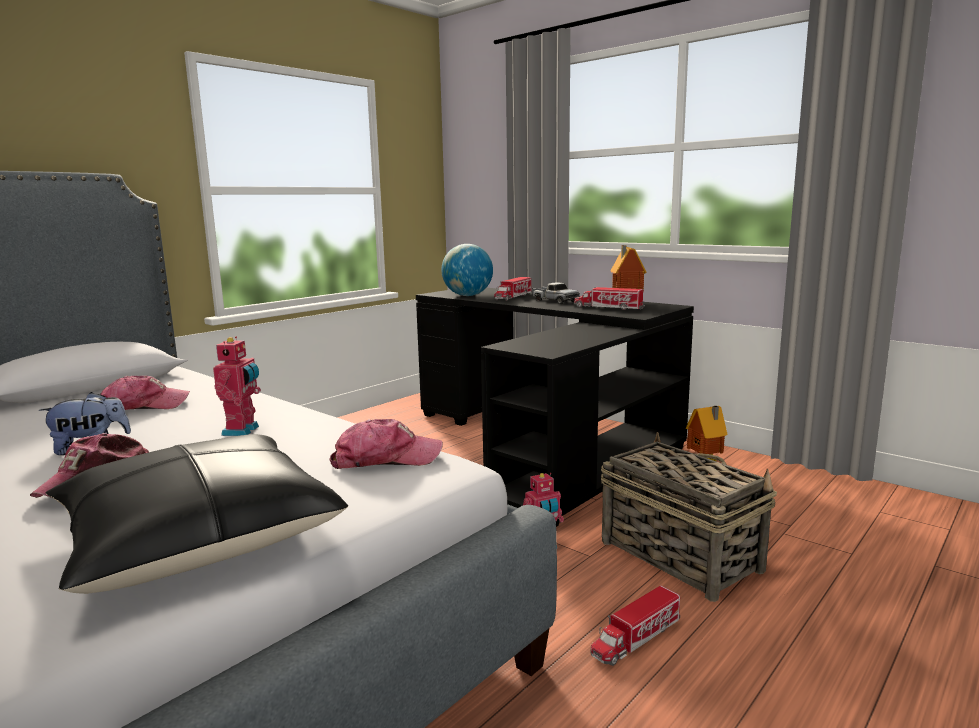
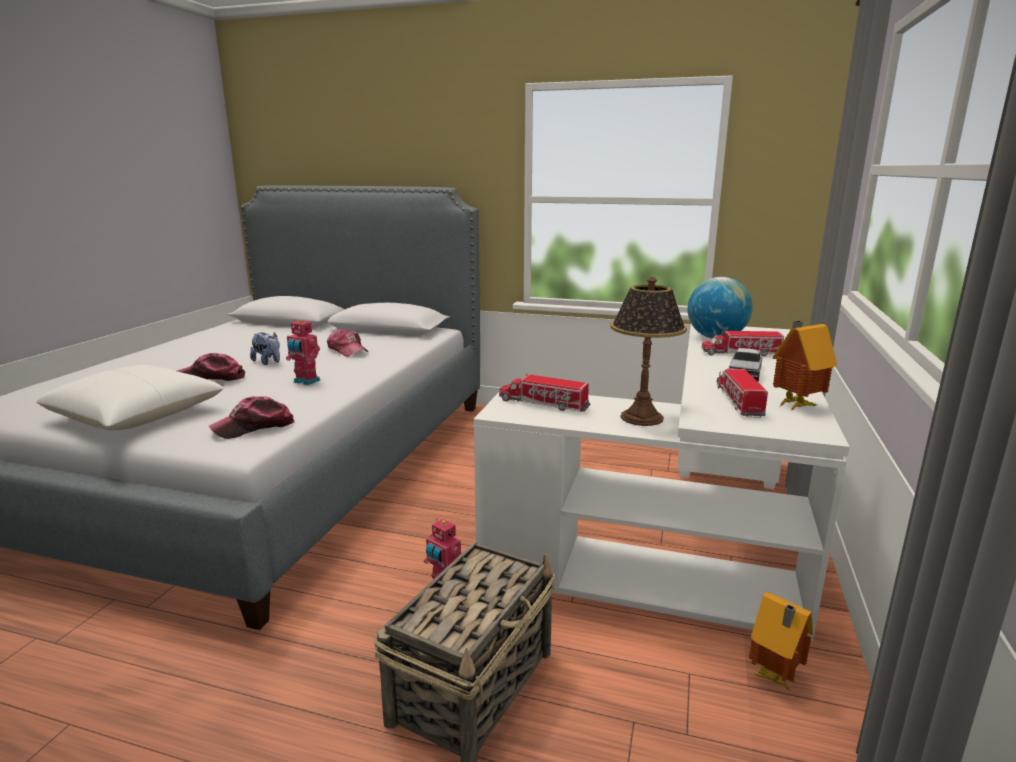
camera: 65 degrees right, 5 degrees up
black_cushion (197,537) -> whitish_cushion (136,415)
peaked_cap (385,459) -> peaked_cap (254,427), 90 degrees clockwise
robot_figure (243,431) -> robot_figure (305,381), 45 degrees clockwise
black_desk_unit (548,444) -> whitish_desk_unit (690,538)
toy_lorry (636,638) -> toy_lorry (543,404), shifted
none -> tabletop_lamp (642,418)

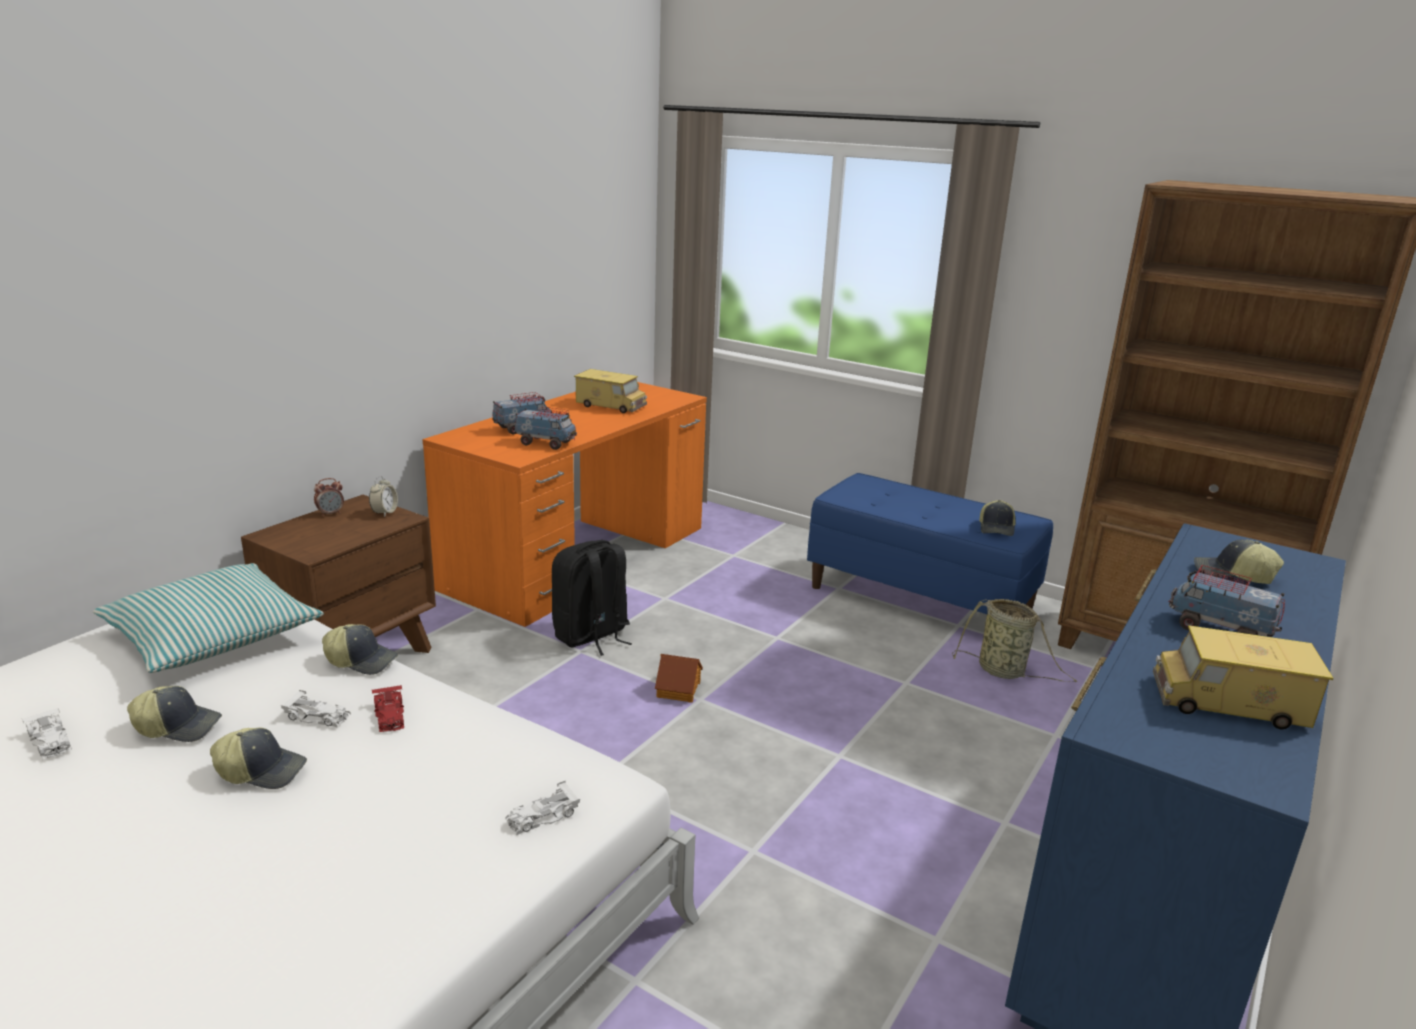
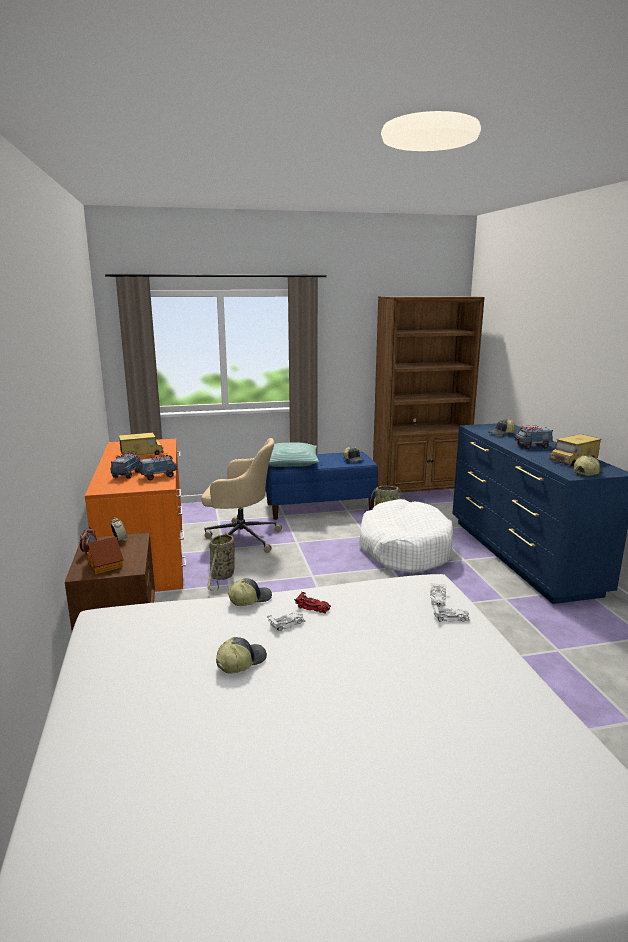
camera: 45 degrees left, 5 degrees down
miniature_house (679,689) -> miniature_house (105,565), shifted
none -> beige_desk_chair (240,538)
black_rucksack (591,636) -> basket (222,577)
cushion (211,635) -> cushion (290,463), shifted
none -> whitish_dog_bed (404,549)
whitish_model_car (50,742) -> whitish_model_car (451,617), shifted
peaked_cap (262,771) -> peaked_cap (587,472), shifted

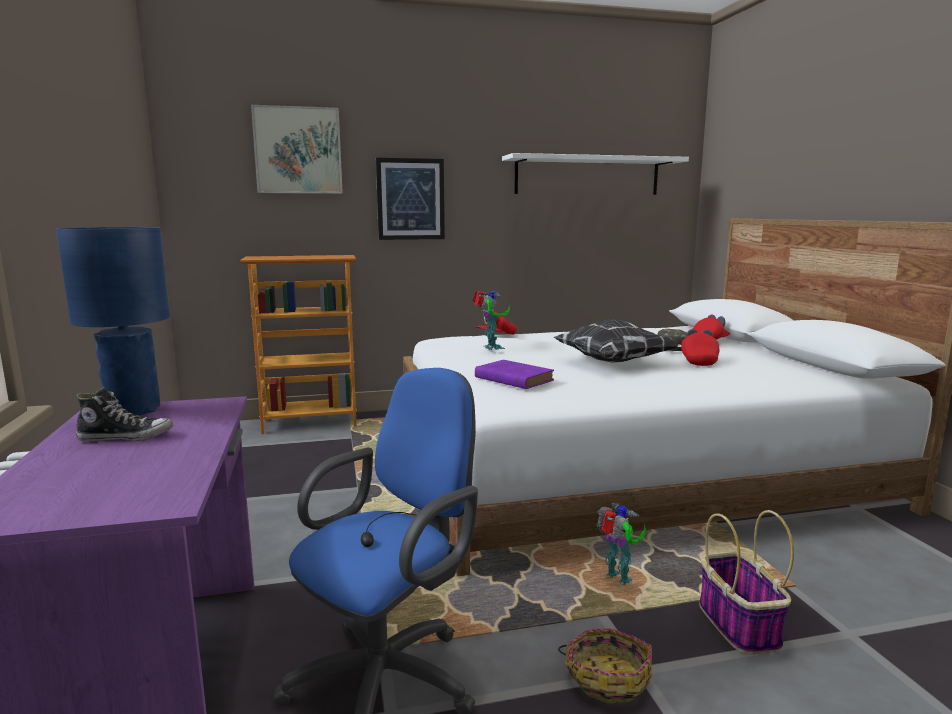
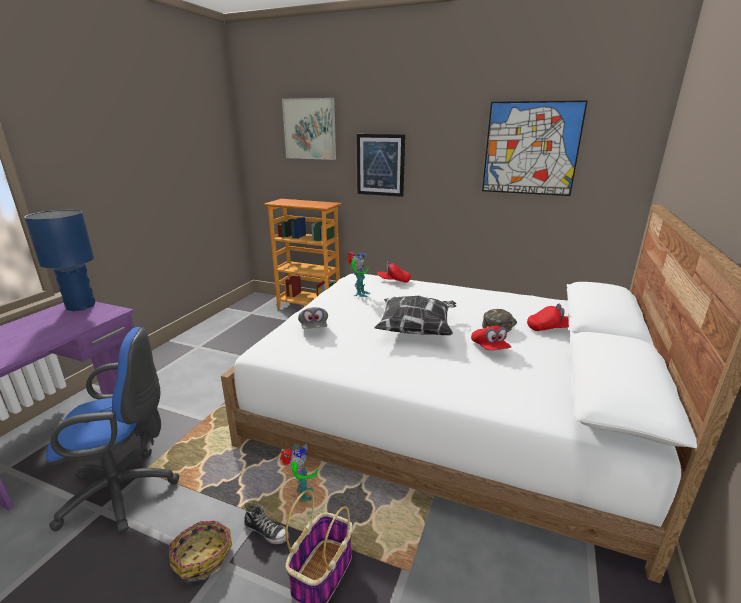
camera: 35 degrees right, 10 degrees up
item_of_footwear (126,437) -> item_of_footwear (267,531), shifted
purple_volume (512,378) -> greyish_peaked_cap (314,328)
red_peaked_cap (698,360) -> red_peaked_cap (489,348), 120 degrees clockwise
whitish_shelf (587,176) -> wall_picture (531,149)

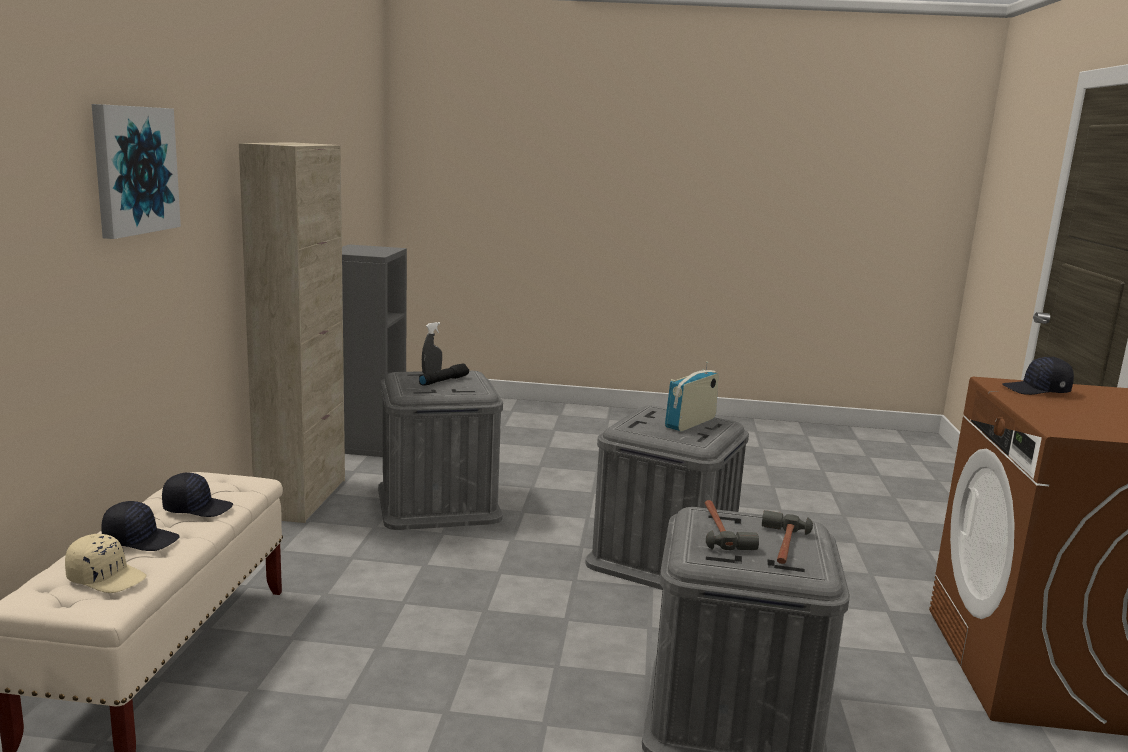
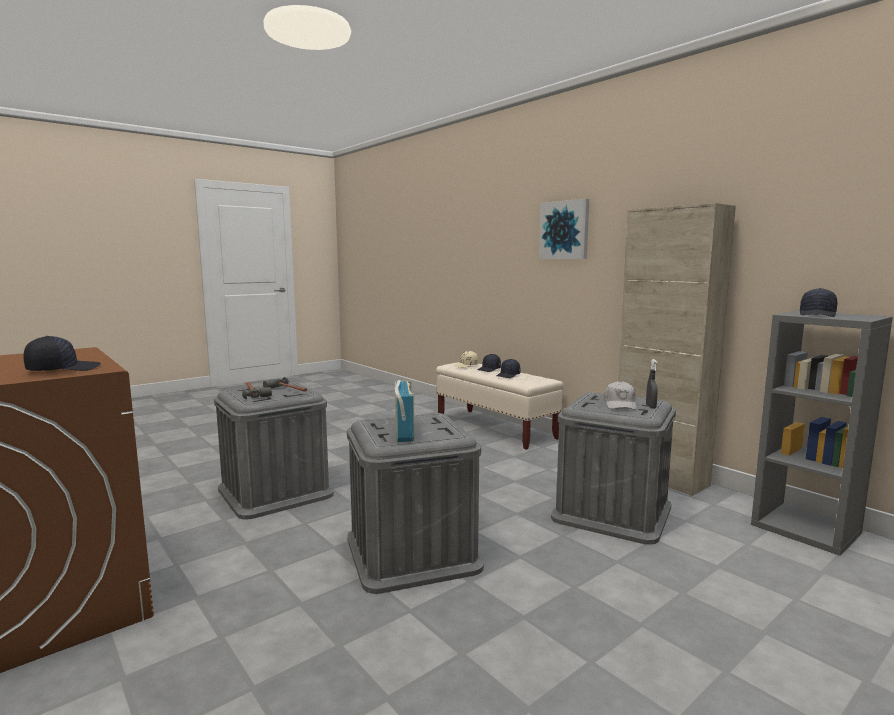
camera: 135 degrees right, 5 degrees down
black_flashlight (443,381) -> whitish_peaked_cap (620,404)
none -> black_peaked_cap (818,314)

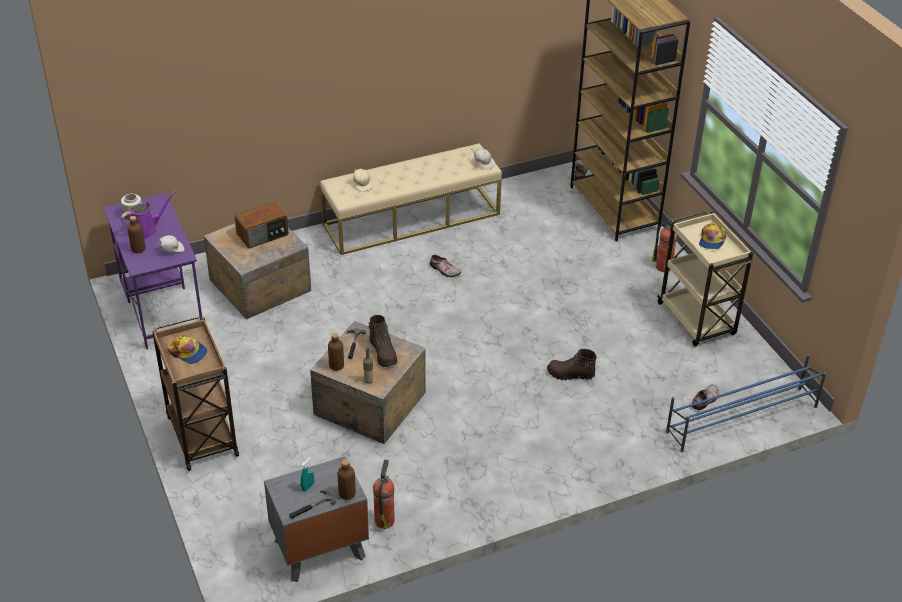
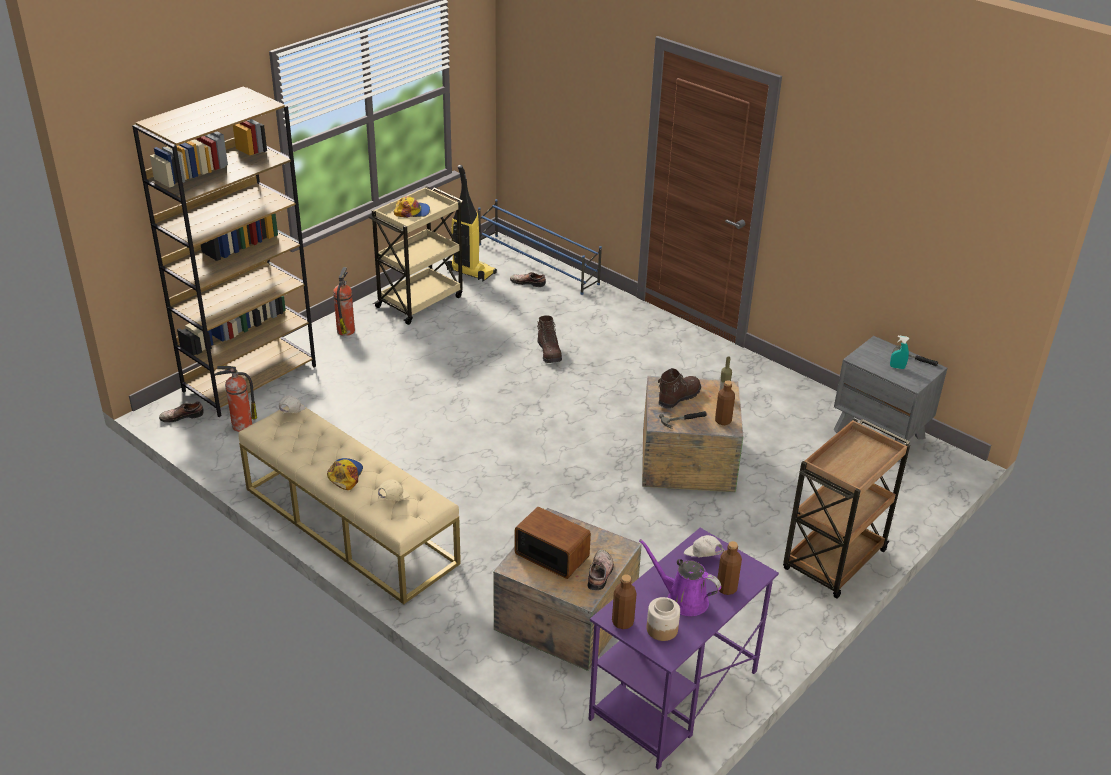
camera: 115 degrees left, 5 degrees down
extinguisher (384,519) -> extinguisher (241,426), shifted
peaked_cap (188,352) -> peaked_cap (345,475), shifted
none -> vacuum_cleaner (470,272)
item_of_footwear (444,270) -> item_of_footwear (601,574), shifted
brown_bottle (347,494) -> brown_bottle (622,622), shifted

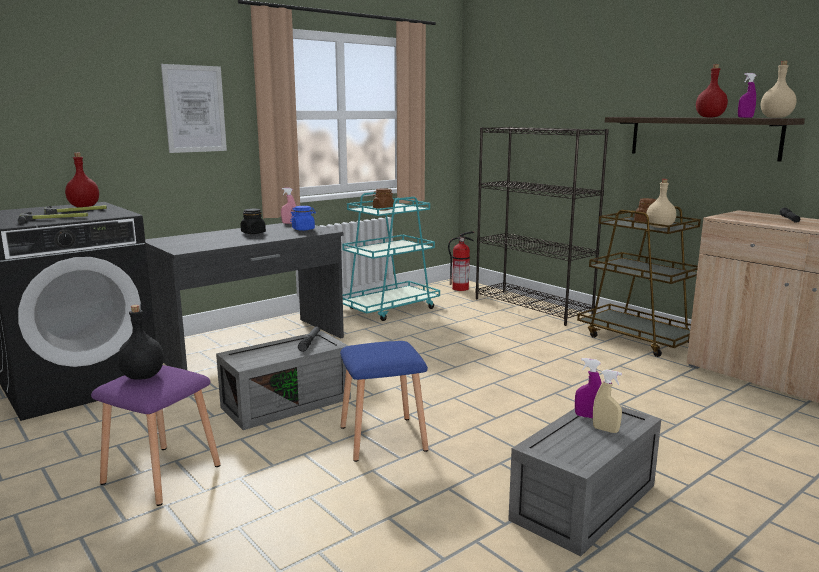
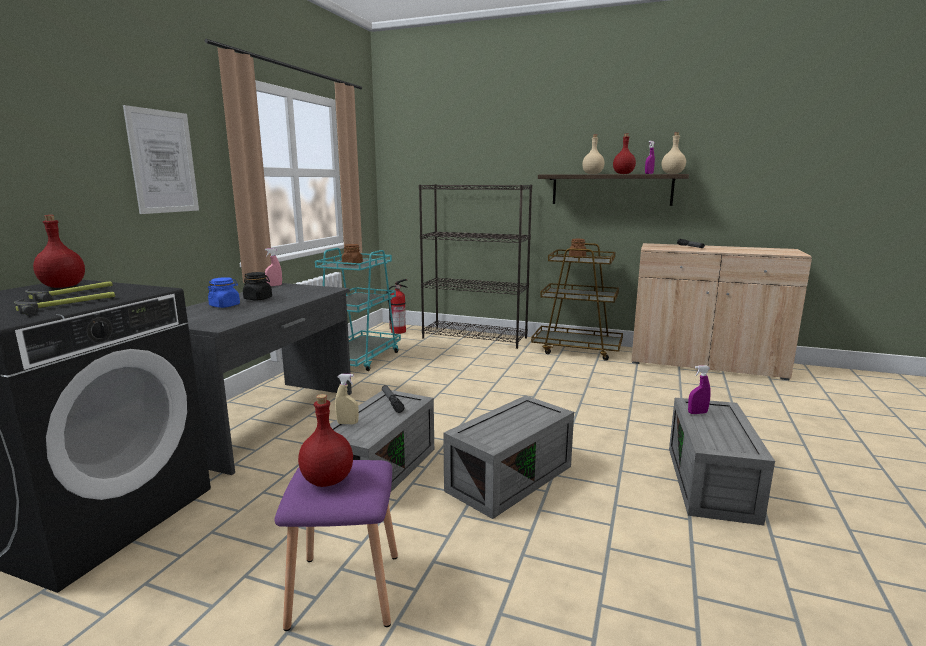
camera: 30 degrees left, 0 degrees up
bluish_jar (303,229) -> bluish_jar (225,306), shifted
black_bottle (142,377) -> red_bottle (327,481)
beige_spray_bottle (605,430) -> beige_spray_bottle (347,423), shifted
bluish_sitting_stool (384,438) -> greyish_storage_bin (509,477)
beige_bottle (660,227) -> beige_bottle (593,174), shifted

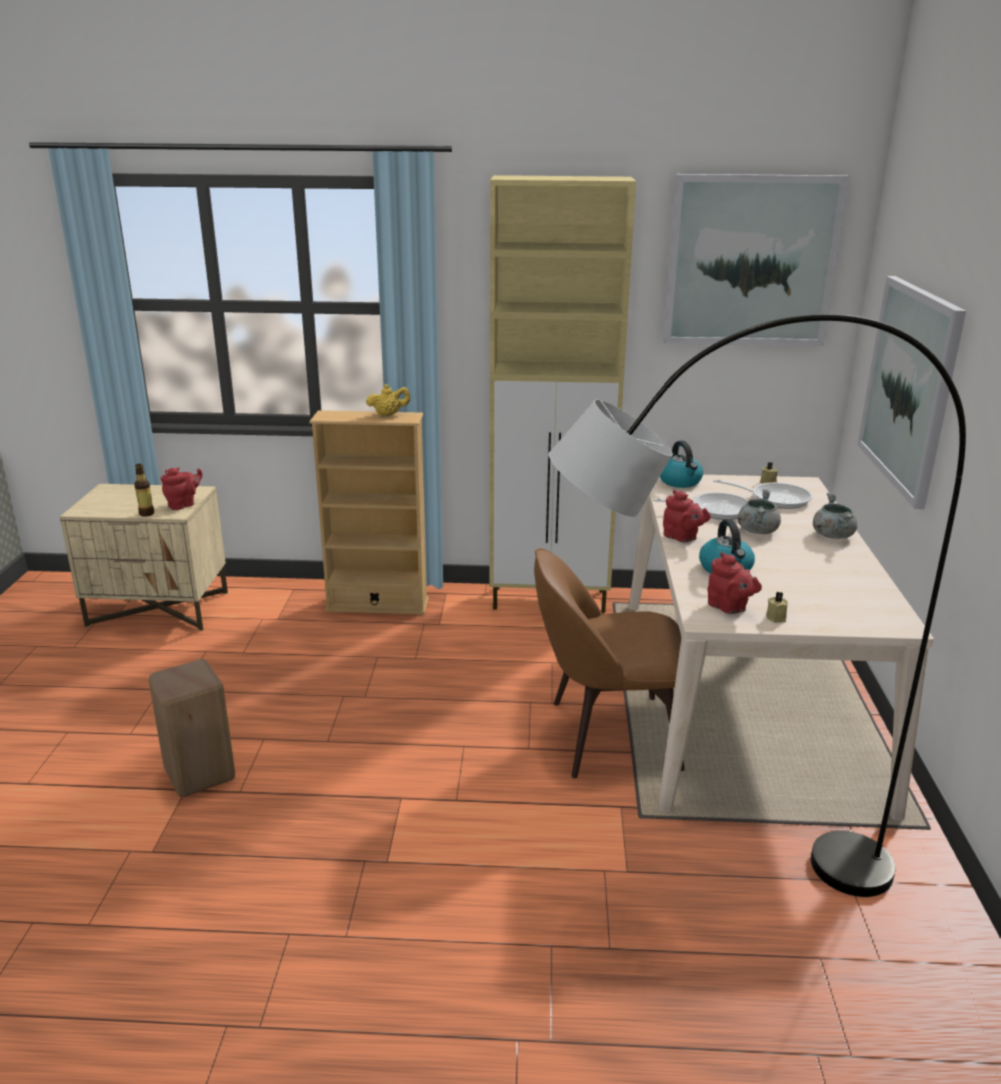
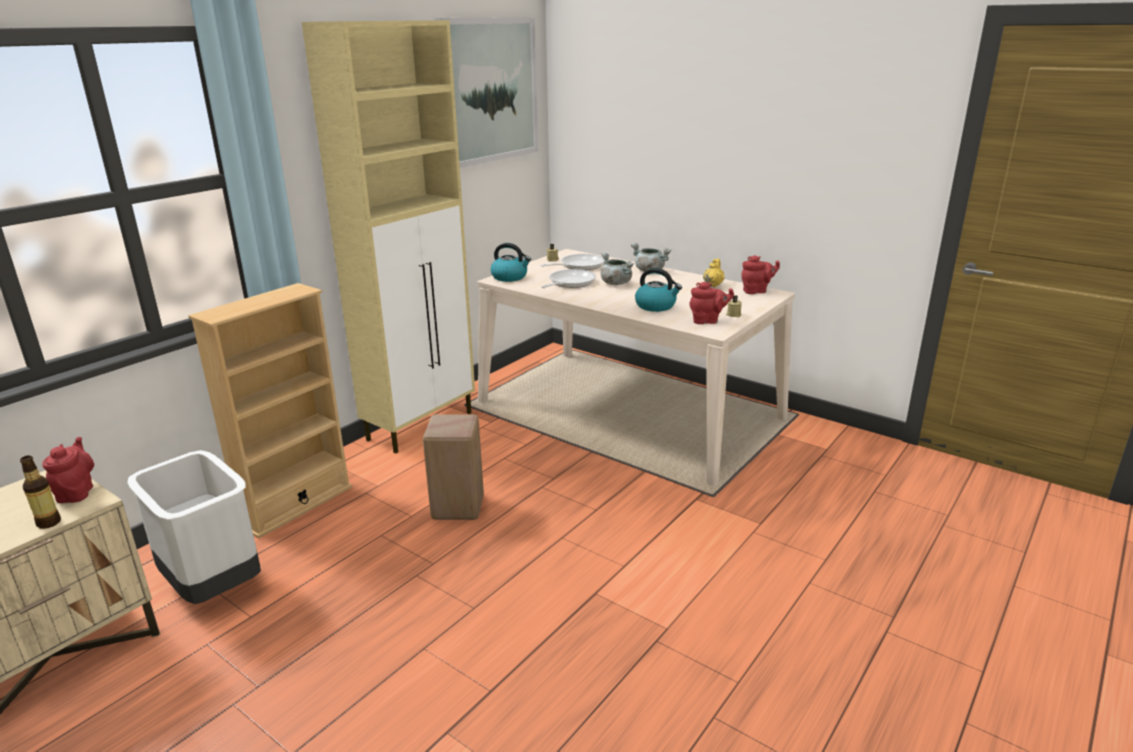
camera: 55 degrees left, 0 degrees up
none -> whitish_waste_bin (214,585)
beige_sitting_stool (201,773) -> beige_sitting_stool (456,507), shifted
yellow-coloured_pot_for_tea (388,414) -> yellow-coloured_pot_for_tea (713,285), shifted
red_pot_for_tea (682,538) -> red_pot_for_tea (756,291), shifted
brown_chair (608,735) -> none
greyish_floor_lamp (705,874) -> none
wall_picture (909,387) -> none

